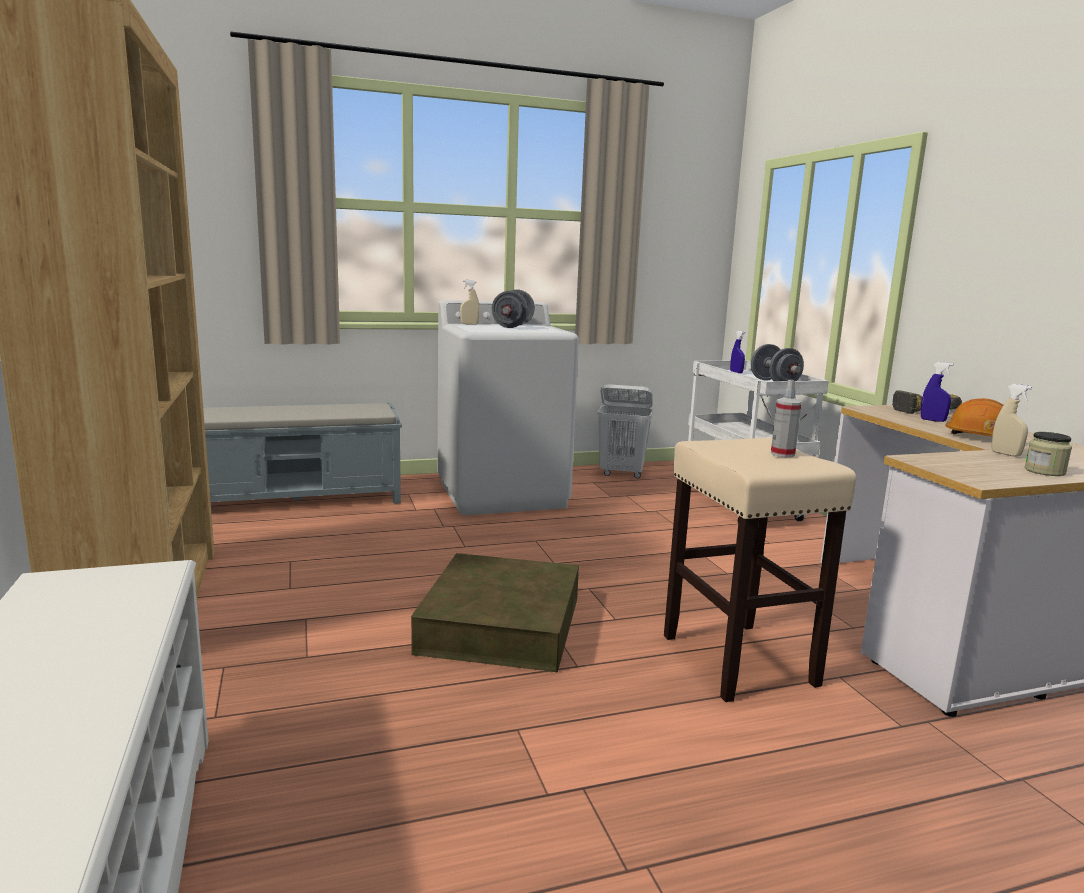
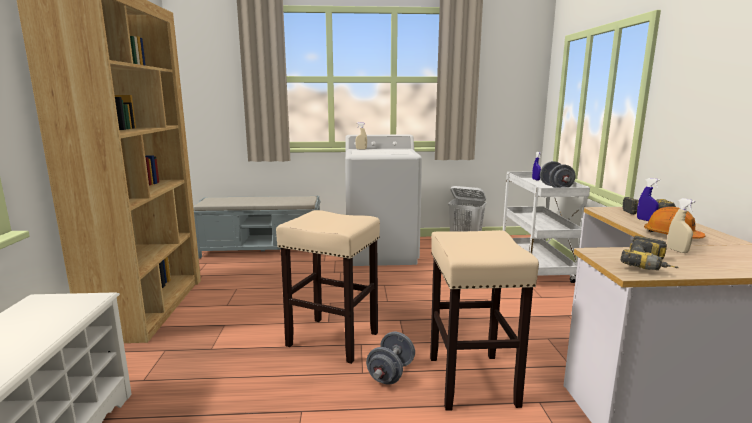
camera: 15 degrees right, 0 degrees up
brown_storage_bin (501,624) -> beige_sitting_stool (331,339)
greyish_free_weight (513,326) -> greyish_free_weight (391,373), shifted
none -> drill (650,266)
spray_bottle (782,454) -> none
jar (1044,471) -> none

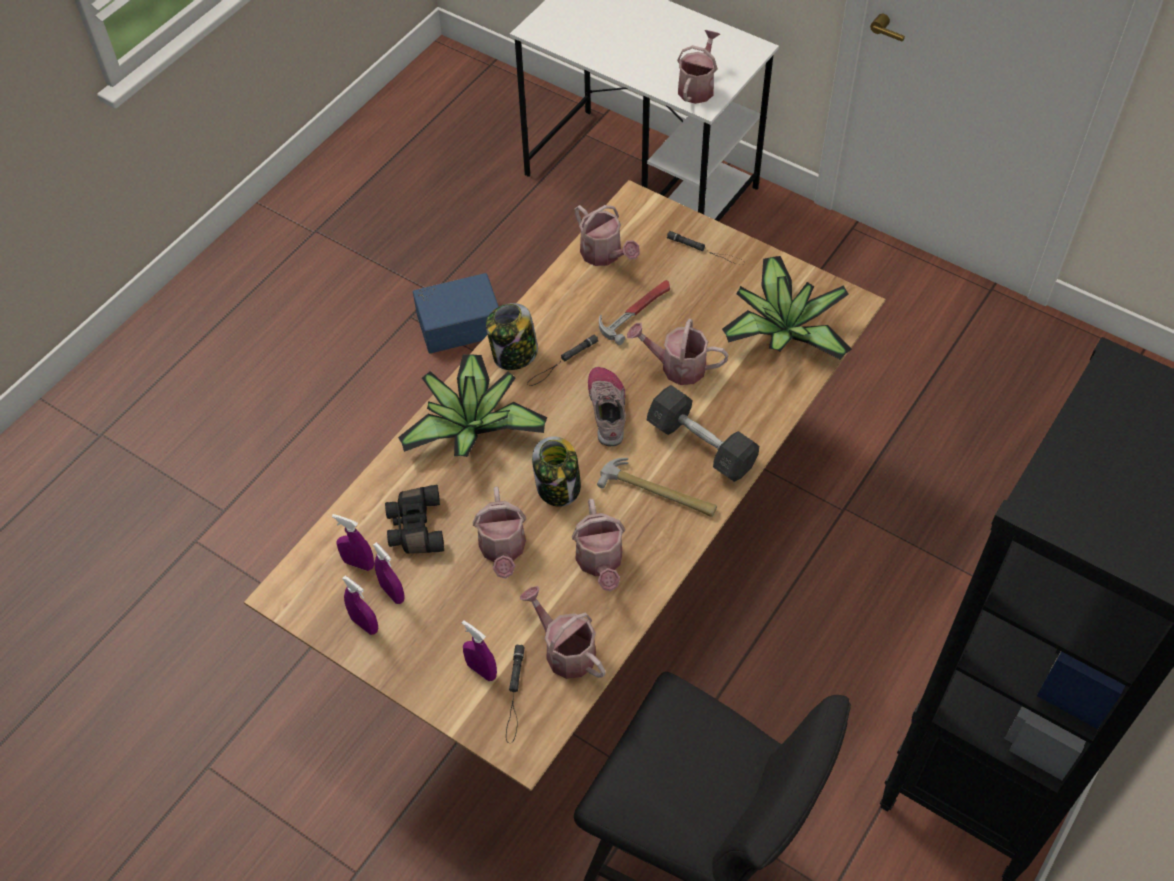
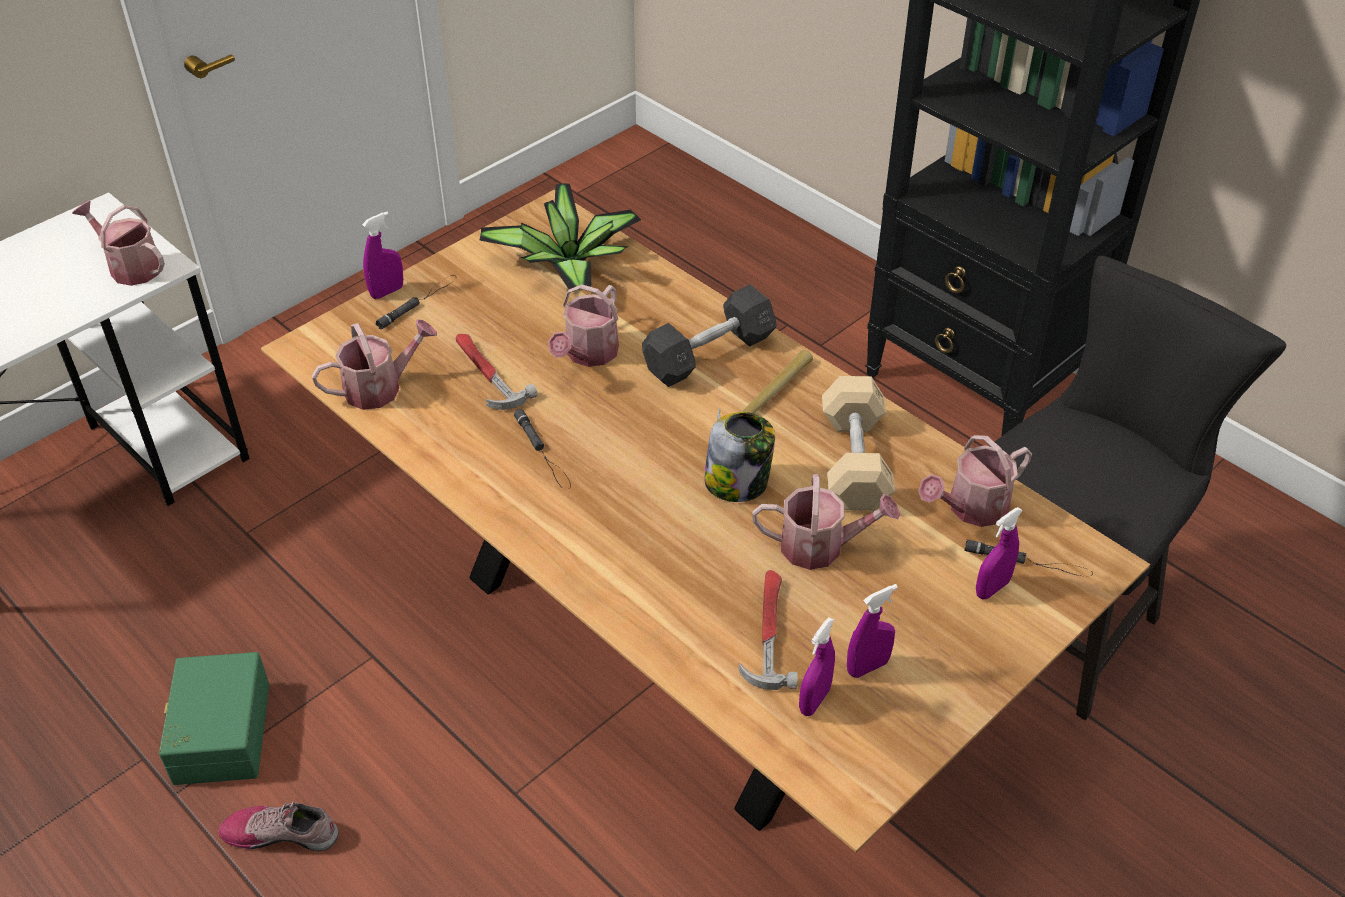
camera: 80 degrees left, 10 degrees down
bluish_storage_bin (458,322) -> greenish_storage_bin (218,733)
item_of_footwear (608,410) -> item_of_footwear (281,833), shifted
purple_spray_bottle (364,624) -> purple_spray_bottle (387,292), shifted
black_field_glasses (414,527) -> hammer (768,632)
watering_can (600,562) -> beige_free_weight (854,461)
houseplant (472,426) -> none
jar (514,355) -> none

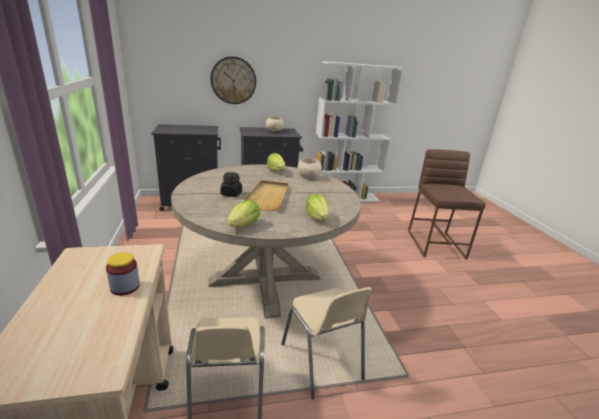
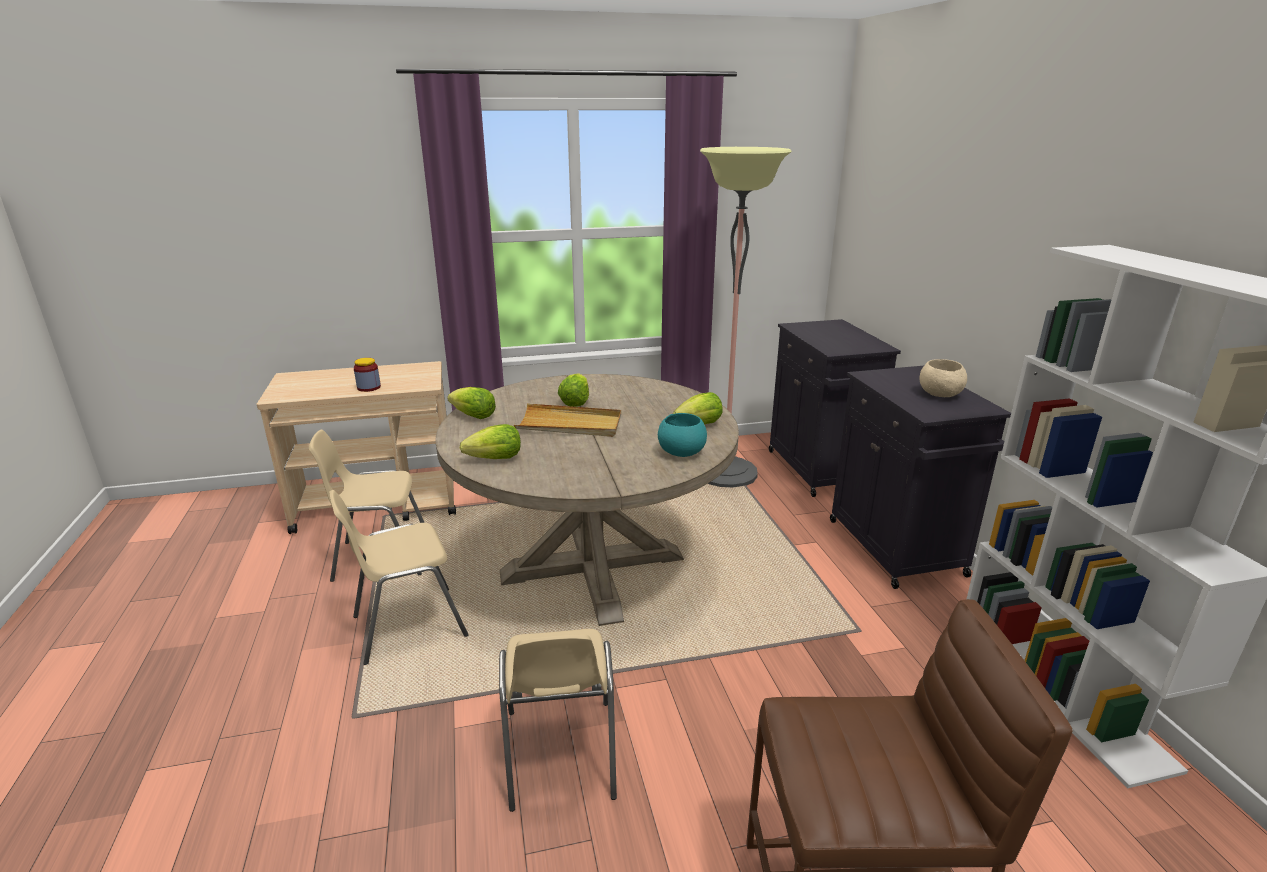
camera: 90 degrees right, 0 degrees up
none -> beige_chair (560,754)
black_jar (231,194) -> head_of_lettuce (575,402)
beige_serving_bowl (308,177) -> blue-green_serving_bowl (681,452)
none -> floor_lamp (725,473)
clock_on_the_wall (233,80) -> none

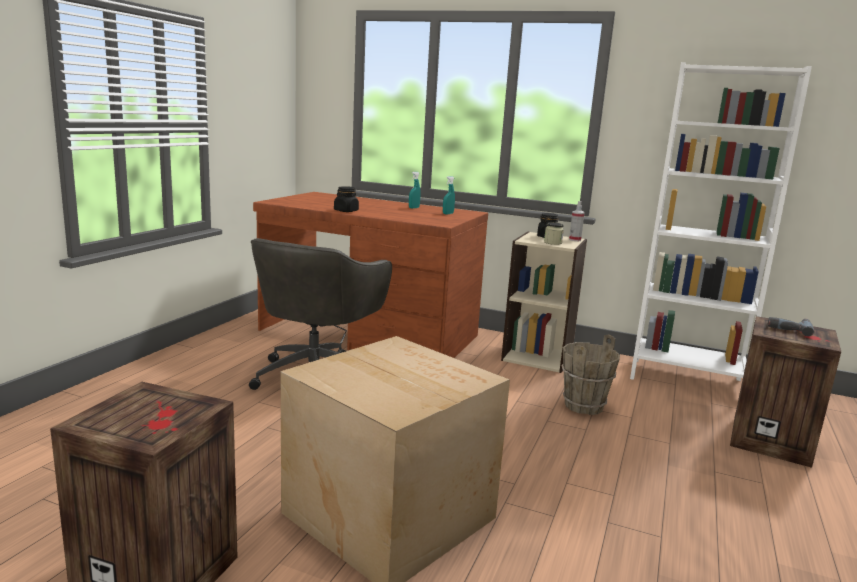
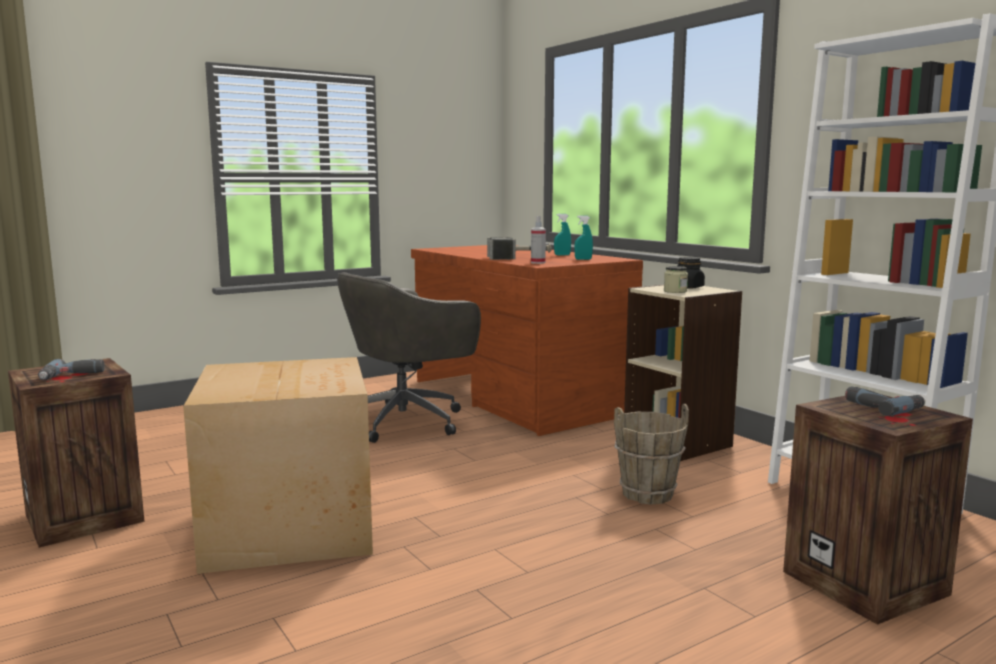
camera: 35 degrees right, 5 degrees down
none -> drill (72,376)
none -> hammer (519,258)
spray_bottle (575,240) -> spray_bottle (538,262), shifted
black_jar (346,211) -> none

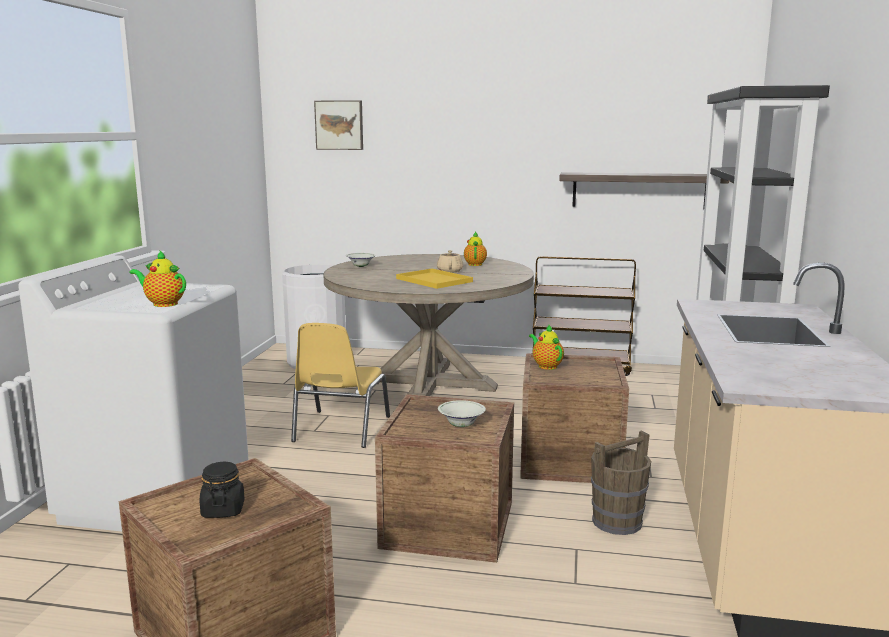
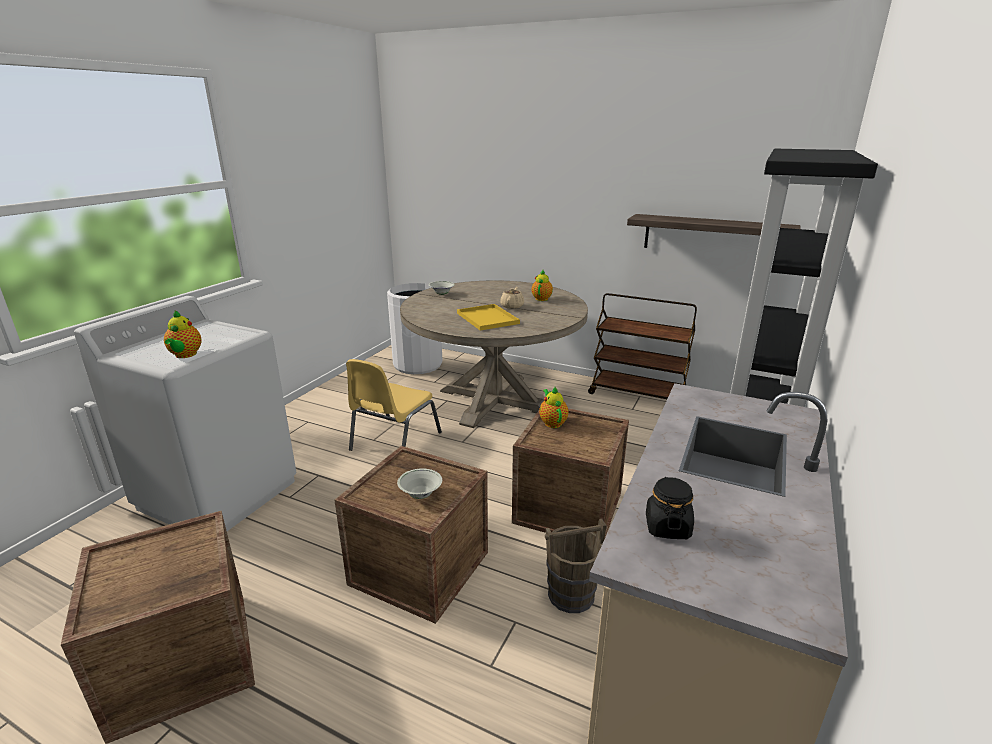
camera: 15 degrees right, 10 degrees up
pot_for_tea (163,304) -> pot_for_tea (185,355), 135 degrees counterclockwise
black_jar (223,510) -> black_jar (667,527), shifted
wall_picture (339,125) -> none

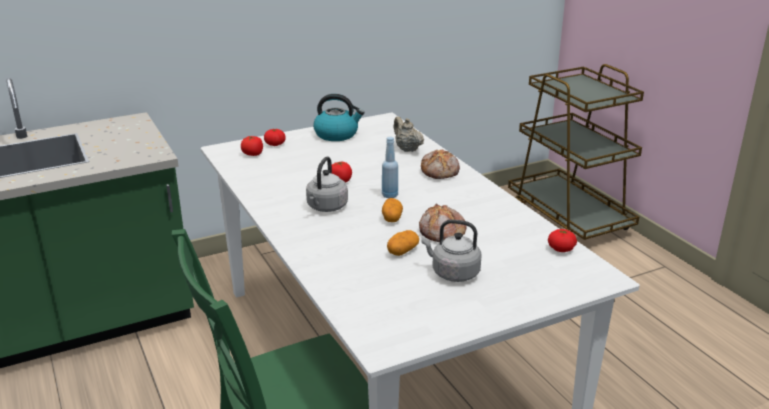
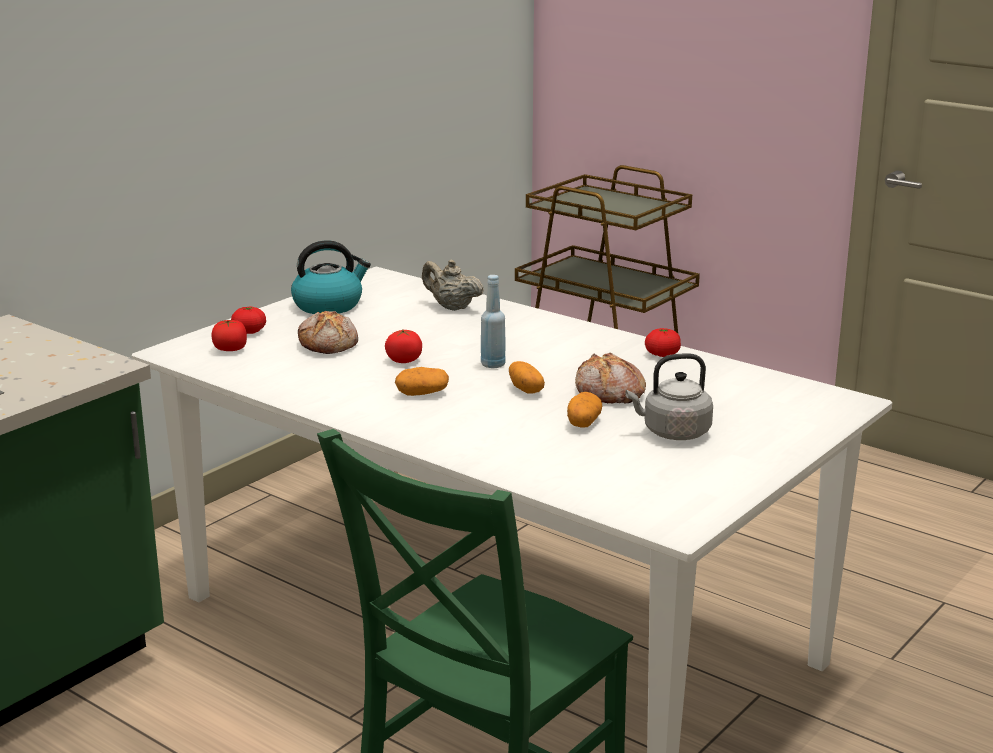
camera: 25 degrees left, 5 degrees down
bread (440,171) -> bread (329,344), shifted
greyish_tea_kettle (326,207) -> whole_potato (422,394)
tomato (561,249) -> tomato (662,354), shifted

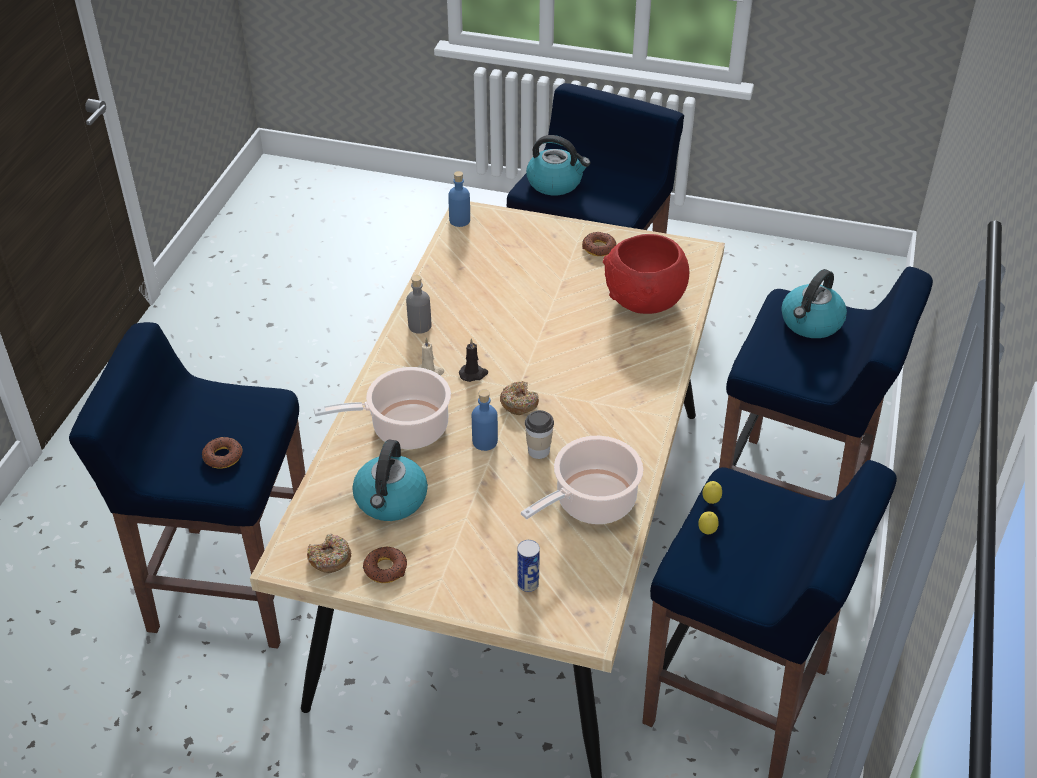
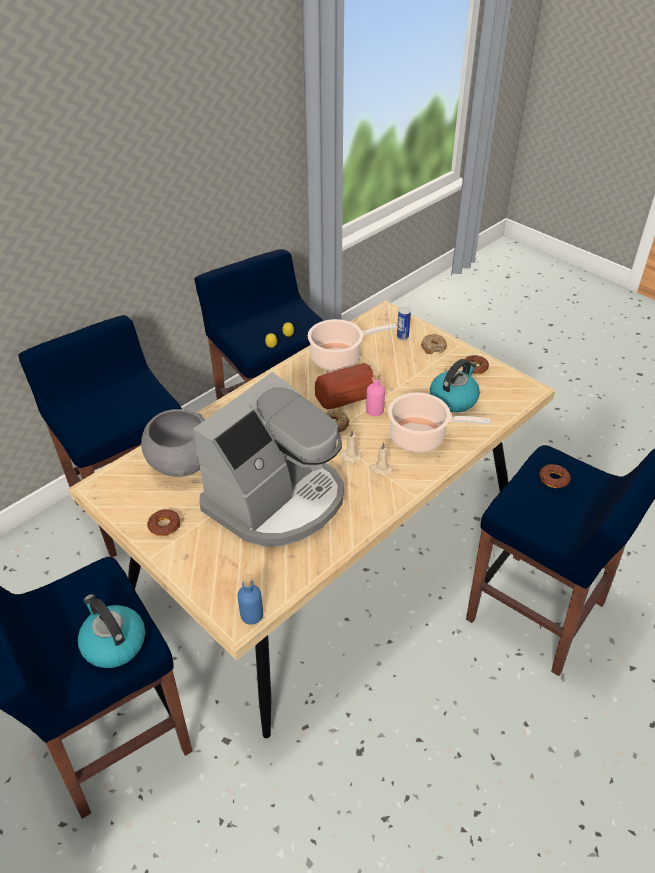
camera: 150 degrees left, 0 degrees up
red_serving_bowl (644,301) -> greyish_serving_bowl (183,463)
none -> coffee_maker (277,499)
cup (538,450) -> bread (346,393)
black_wax_candle (473,374) -> beige_wax_candle (350,456)
bluish_bottle (485,441) -> pink_bottle (374,410)
ring_doughnut (330,559) -> ring_doughnut (433,347), shifted
greyish_bottle (419,326) -> none
tea_kettle (811,323) -> none

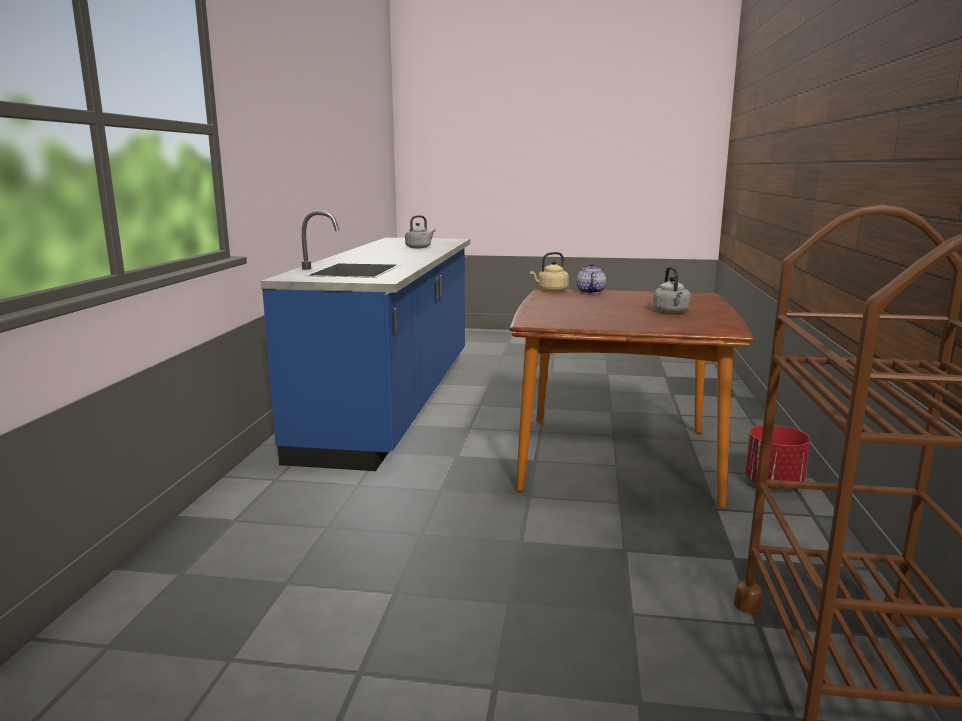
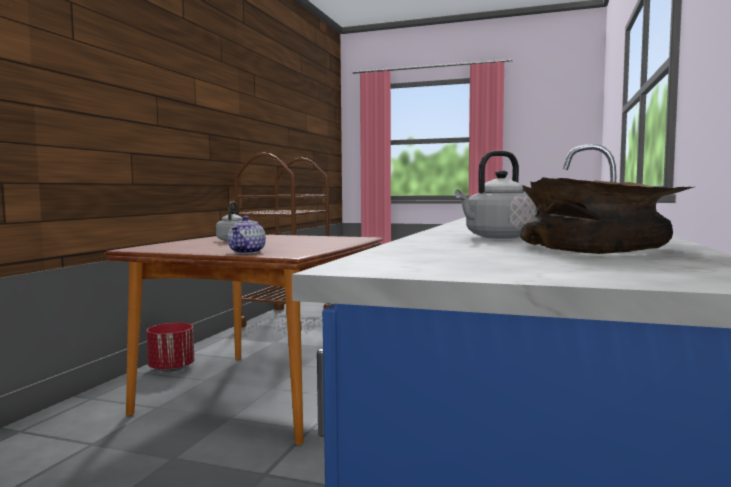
camera: 170 degrees left, 10 degrees down
none -> brown_serving_bowl (599,247)
beige_tea_kettle (551,290) -> none

